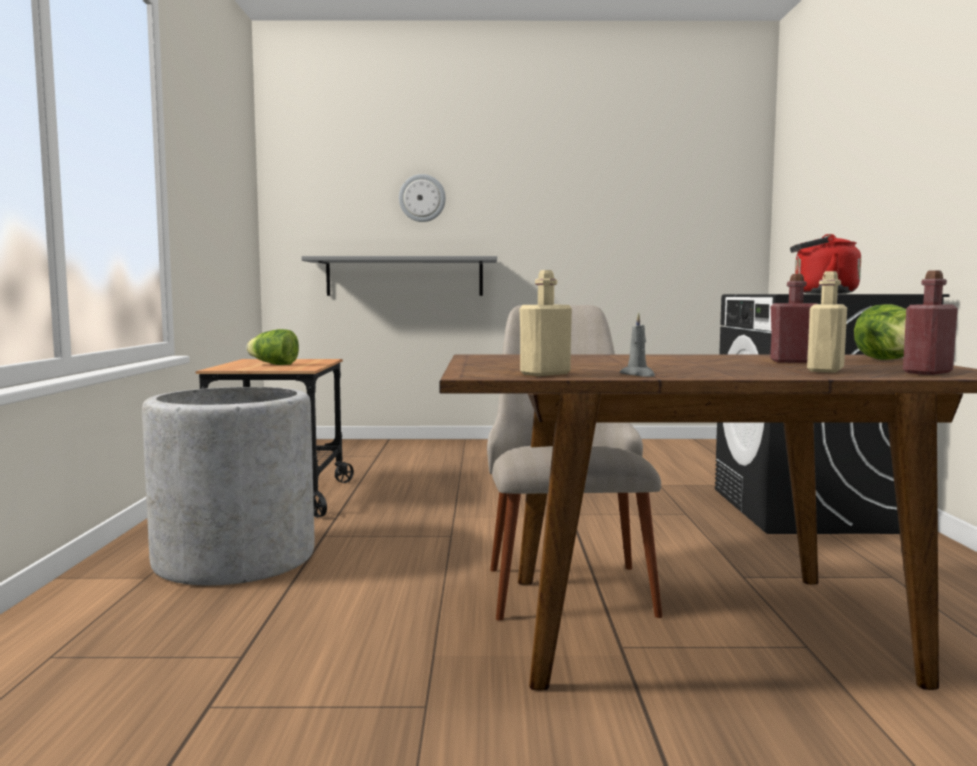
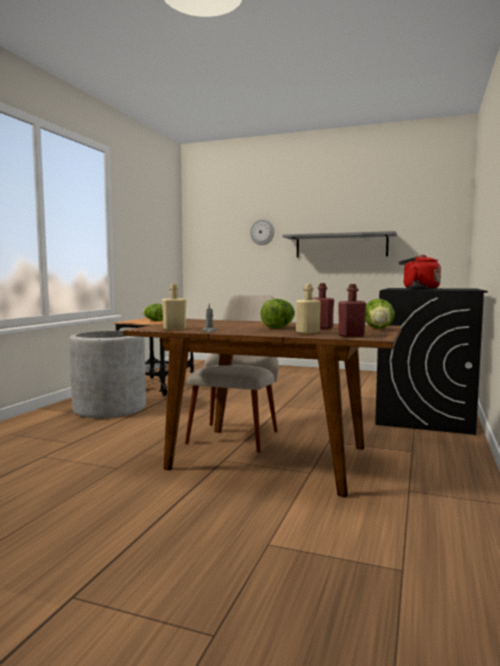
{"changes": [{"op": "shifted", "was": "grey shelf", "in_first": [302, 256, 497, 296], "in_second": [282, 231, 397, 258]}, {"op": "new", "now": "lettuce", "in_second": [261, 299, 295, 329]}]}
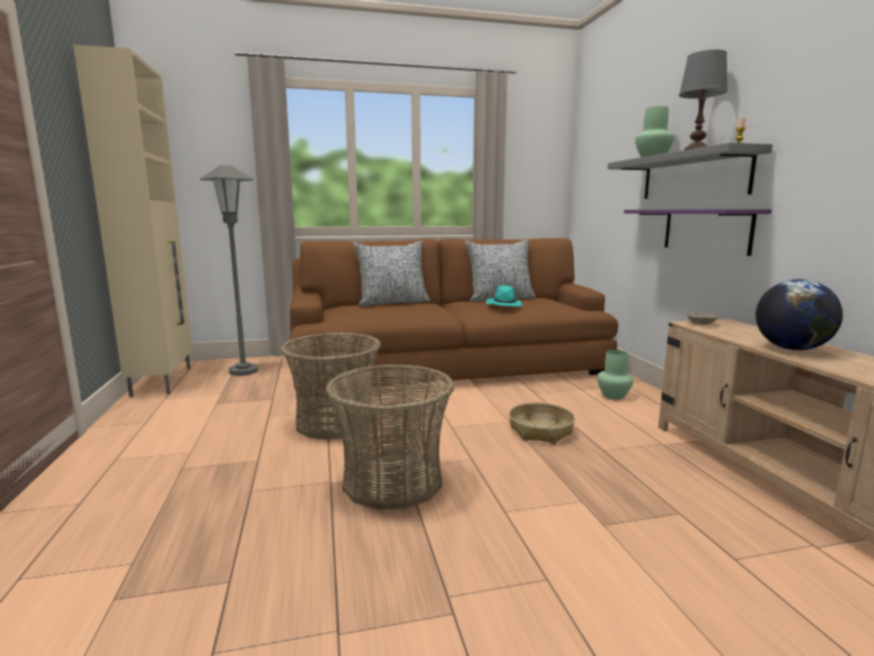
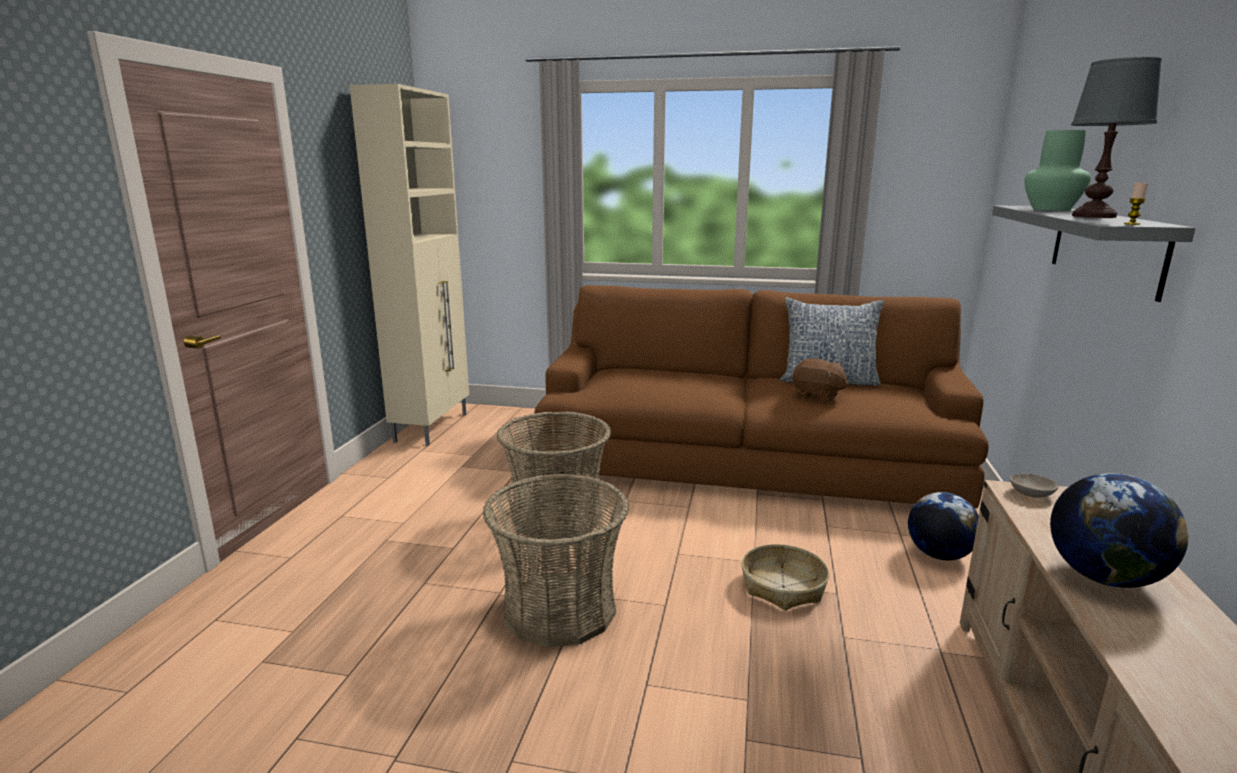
{"changes": [{"op": "gone", "was": "grey floor lamp", "in_first": [200, 165, 258, 376]}, {"op": "gone", "was": "purple shelf", "in_first": [624, 209, 772, 256]}, {"op": "gone", "was": "pillow", "in_first": [353, 241, 430, 307]}, {"op": "swapped", "was": "turquoise hat", "now": "brown plush toy", "in_first": [486, 285, 522, 306], "in_second": [792, 358, 849, 402]}, {"op": "swapped", "was": "green vase", "now": "globe", "in_first": [597, 350, 634, 400], "in_second": [908, 492, 979, 560]}]}
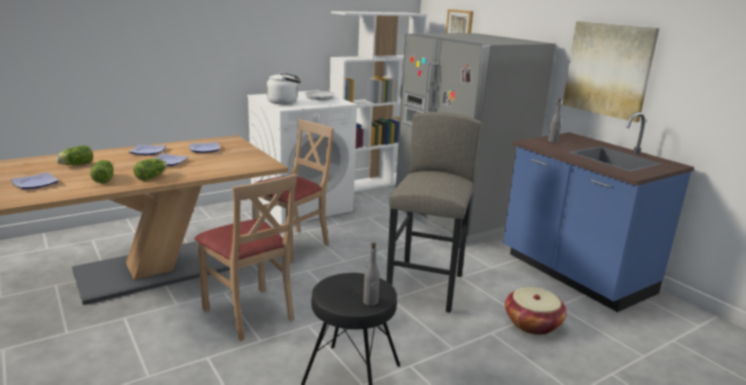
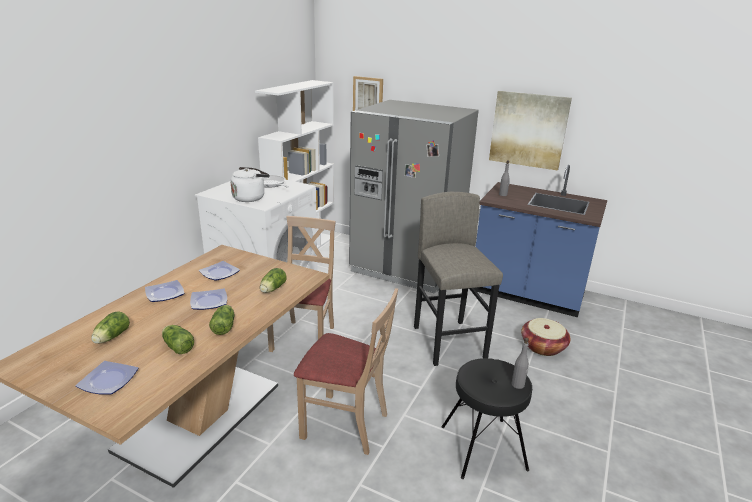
{"changes": [{"op": "new", "now": "lettuce", "in_second": [260, 268, 286, 293]}]}
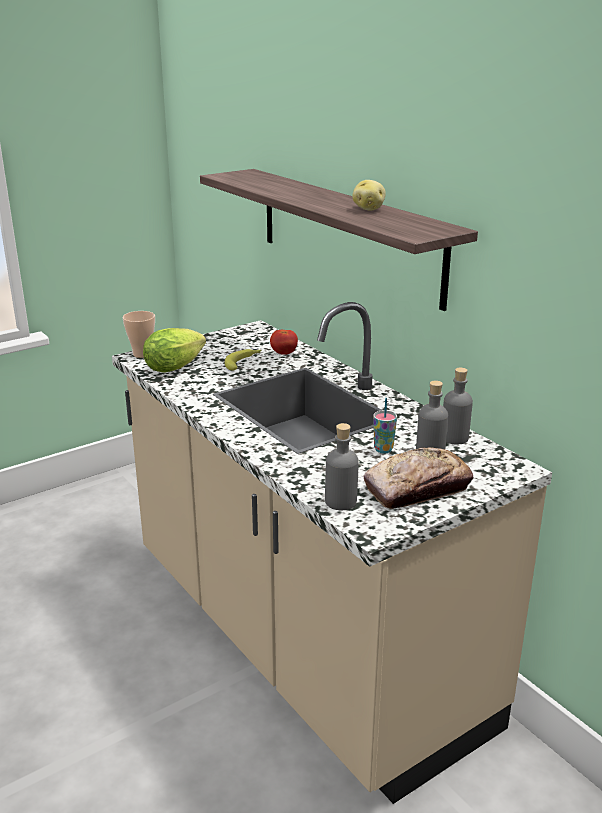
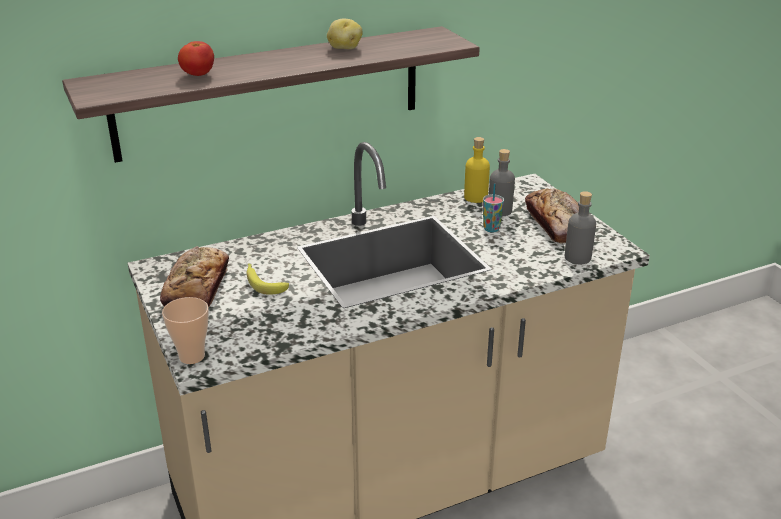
{"changes": [{"op": "gone", "was": "lettuce", "in_first": [143, 328, 206, 373]}, {"op": "shifted", "was": "tomato", "in_first": [270, 330, 298, 355], "in_second": [178, 41, 214, 76]}, {"op": "repainted", "was": "grey bottle", "now": "yellow bottle", "in_first": [443, 368, 473, 445], "in_second": [464, 137, 490, 203]}, {"op": "new", "now": "bread", "in_second": [160, 246, 229, 307]}]}
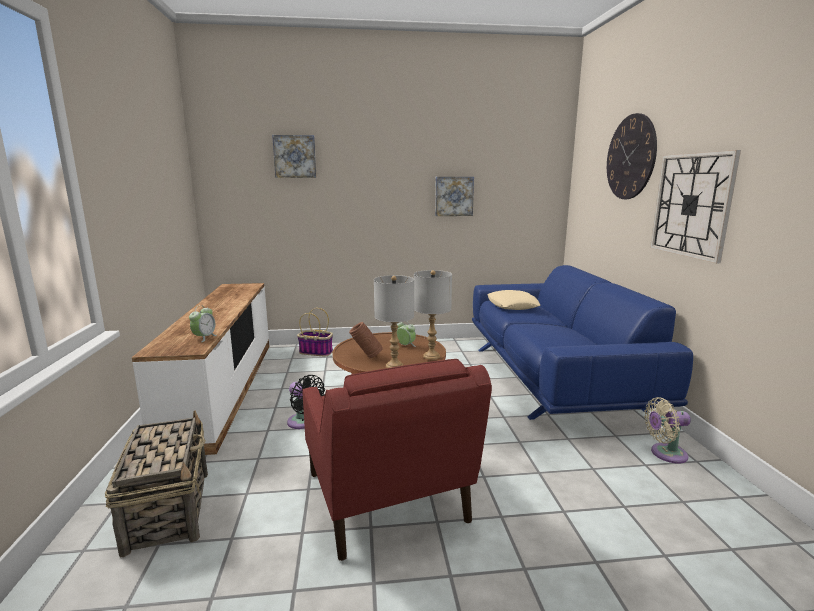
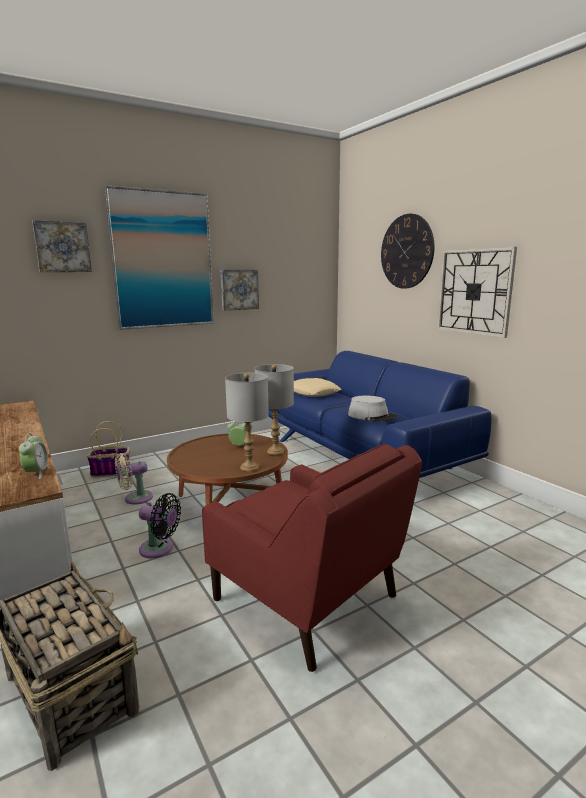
{"changes": [{"op": "gone", "was": "brown vase", "in_first": [349, 322, 383, 358]}, {"op": "shifted", "was": "beige fan", "in_first": [644, 397, 691, 463], "in_second": [115, 453, 153, 504]}, {"op": "new", "now": "picture", "in_second": [104, 185, 214, 330]}, {"op": "new", "now": "grey hat", "in_second": [348, 396, 398, 422]}]}
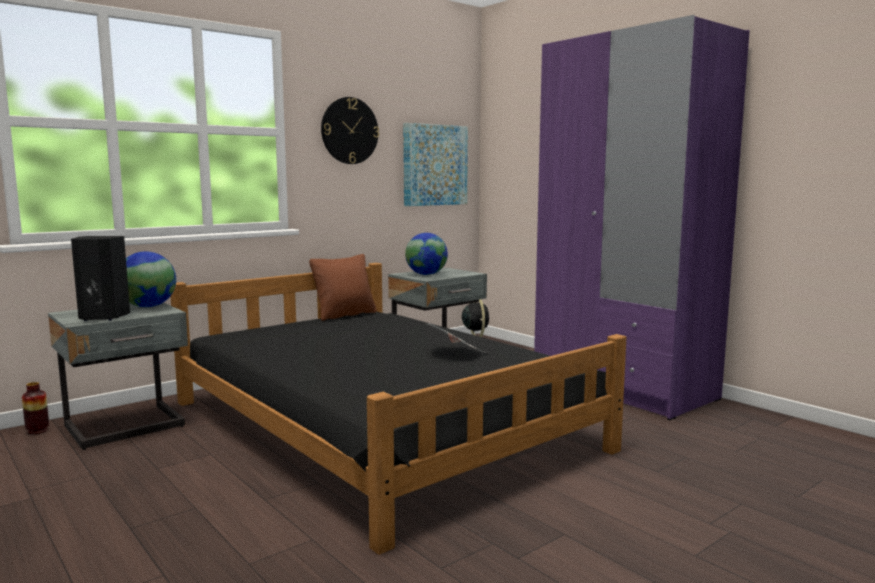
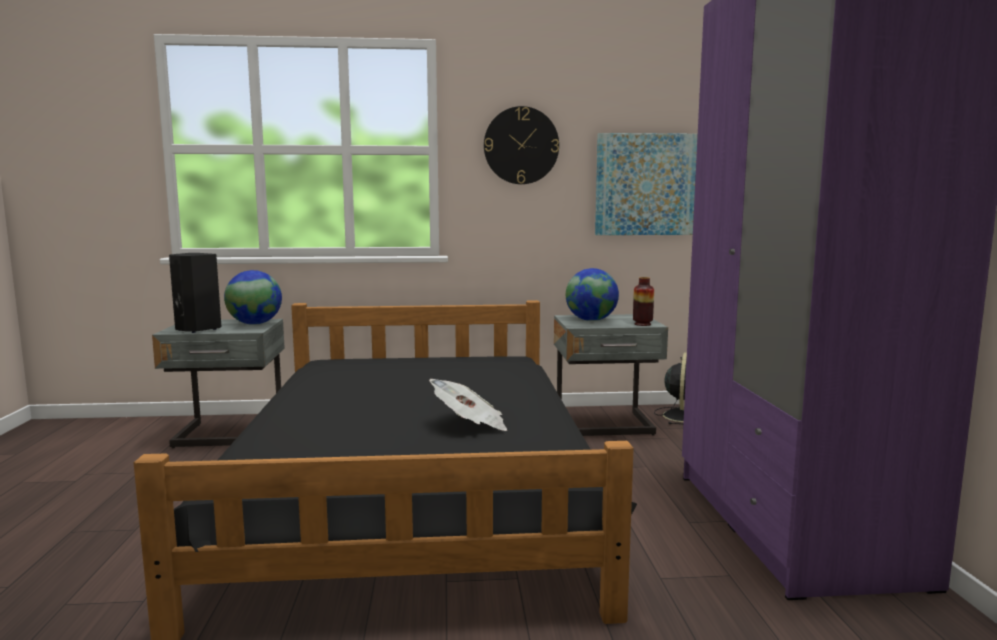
{"changes": [{"op": "gone", "was": "brown pillow", "in_first": [309, 254, 377, 321]}, {"op": "shifted", "was": "vase", "in_first": [22, 382, 49, 434], "in_second": [633, 277, 654, 326]}]}
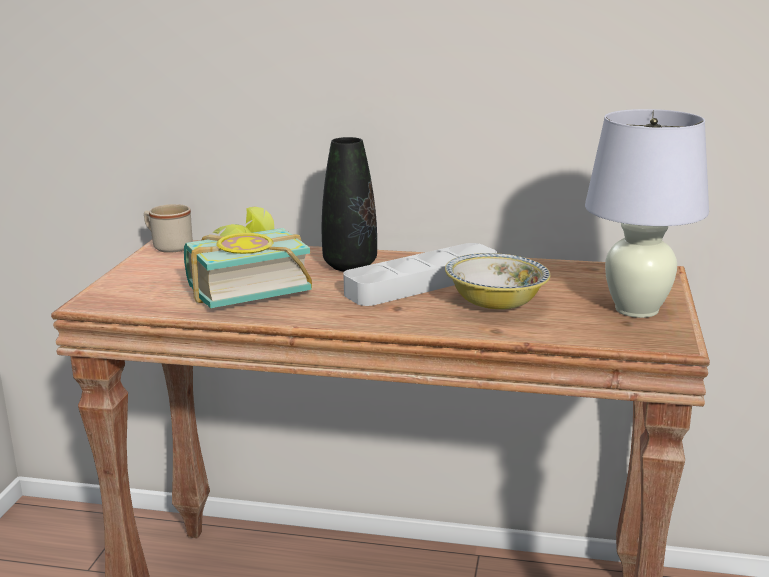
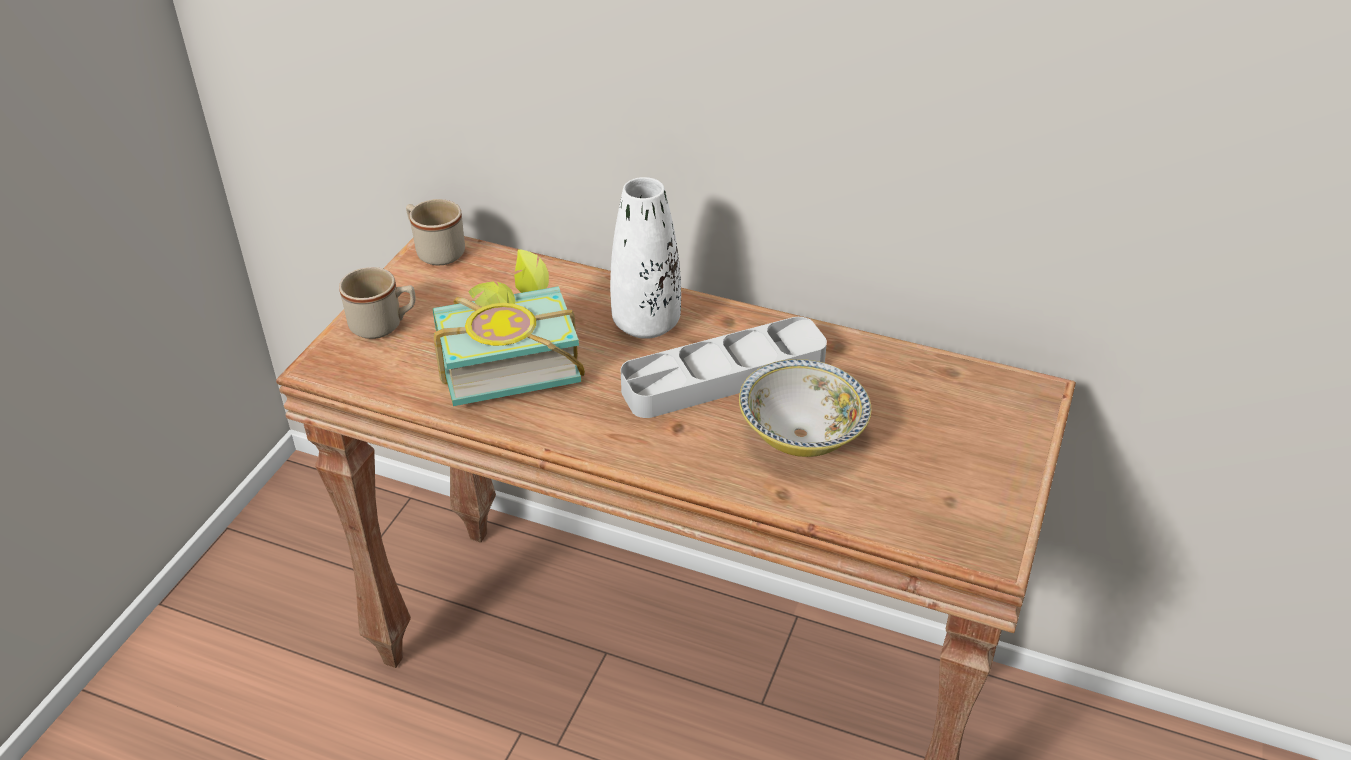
{"changes": [{"op": "gone", "was": "white table lamp", "in_first": [585, 109, 709, 318]}, {"op": "repainted", "was": "black vase", "now": "white vase", "in_first": [322, 137, 377, 271], "in_second": [610, 177, 681, 339]}, {"op": "new", "now": "beige mug", "in_second": [339, 267, 416, 339]}]}
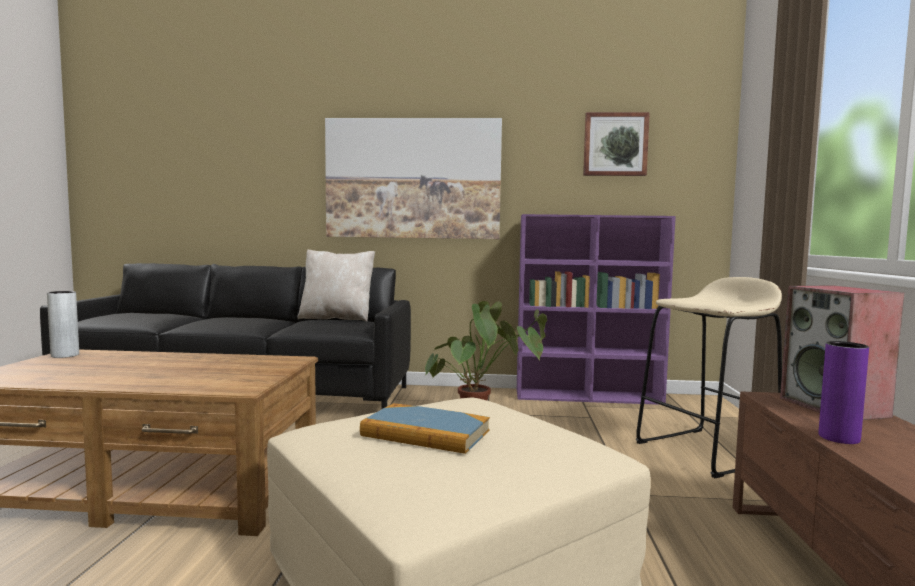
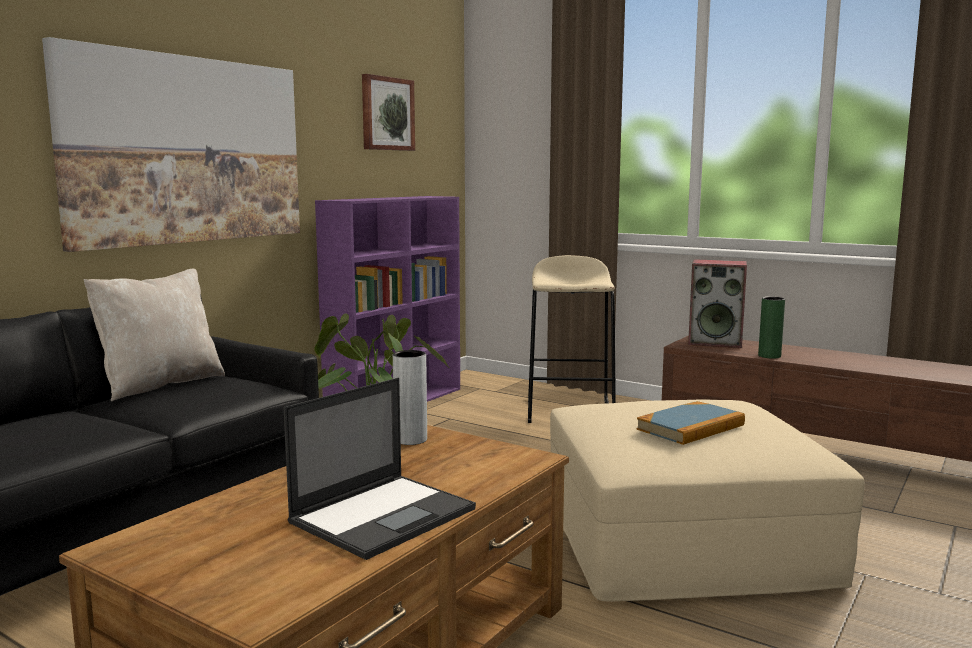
{"changes": [{"op": "shifted", "was": "grey vase", "in_first": [47, 291, 79, 358], "in_second": [393, 350, 427, 445]}, {"op": "repainted", "was": "purple vase", "now": "green vase", "in_first": [819, 341, 869, 444], "in_second": [758, 297, 785, 359]}, {"op": "new", "now": "laptop", "in_second": [283, 378, 476, 560]}]}
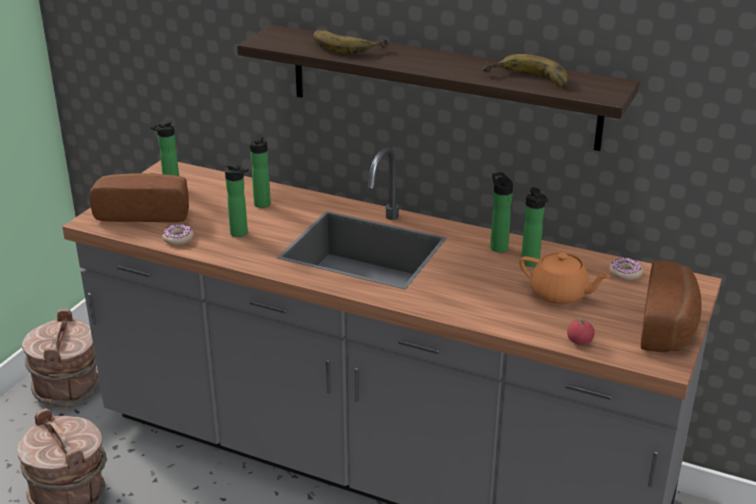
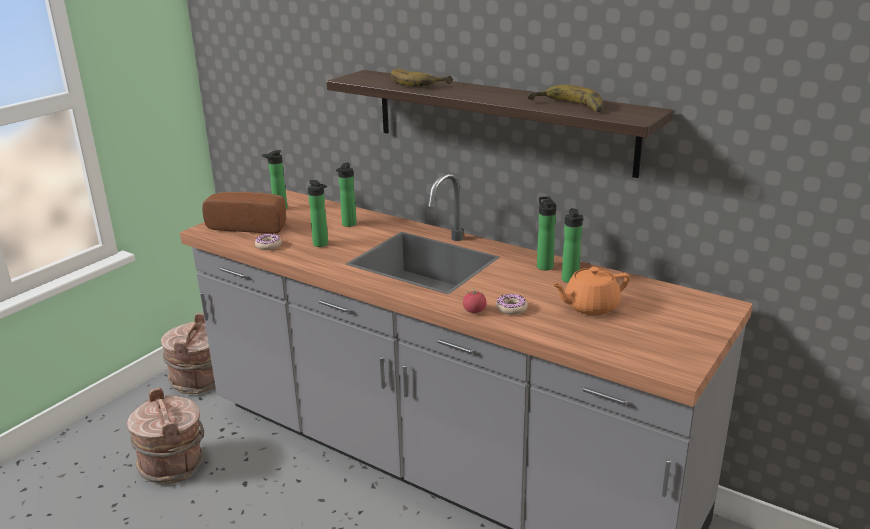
{"changes": [{"op": "rotated", "was": "orange teapot", "in_first": [519, 252, 611, 305], "in_second": [552, 267, 630, 315], "clockwise": 120}, {"op": "shifted", "was": "donut", "in_first": [610, 258, 643, 280], "in_second": [496, 294, 528, 315]}, {"op": "gone", "was": "bread", "in_first": [640, 260, 701, 352]}, {"op": "shifted", "was": "tomato", "in_first": [567, 316, 595, 345], "in_second": [463, 288, 487, 313]}]}
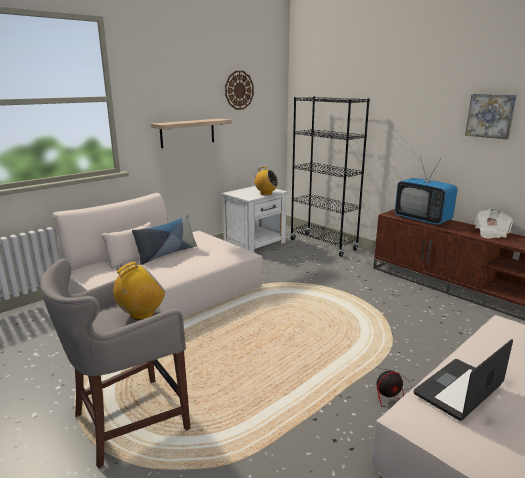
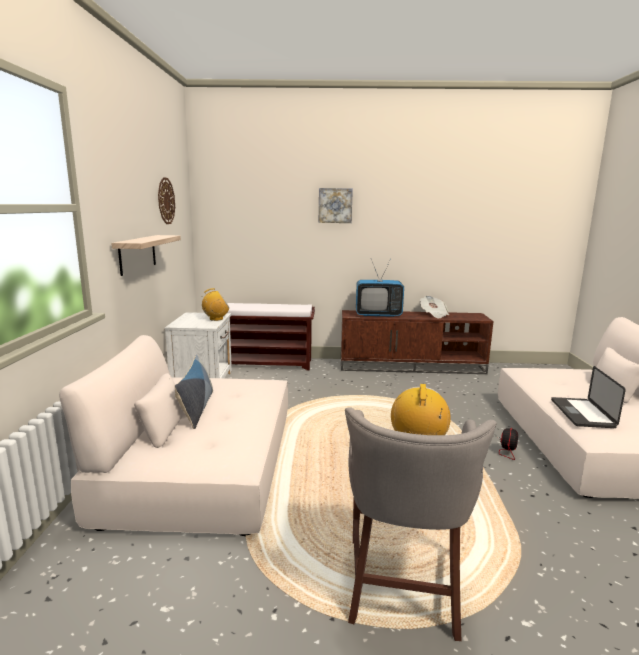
{"changes": [{"op": "shifted", "was": "picture", "in_first": [465, 94, 517, 139], "in_second": [319, 188, 353, 223]}, {"op": "swapped", "was": "black bookcase", "now": "brown bench", "in_first": [290, 96, 370, 257], "in_second": [227, 303, 315, 370]}]}
